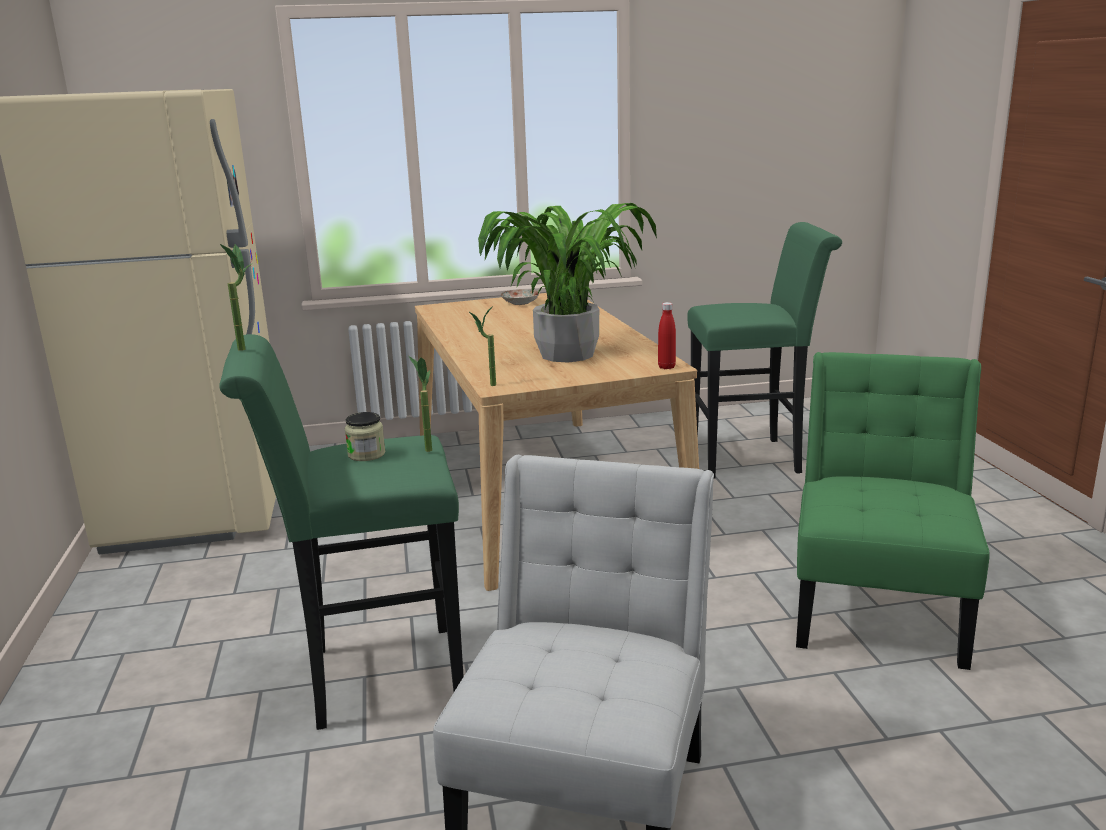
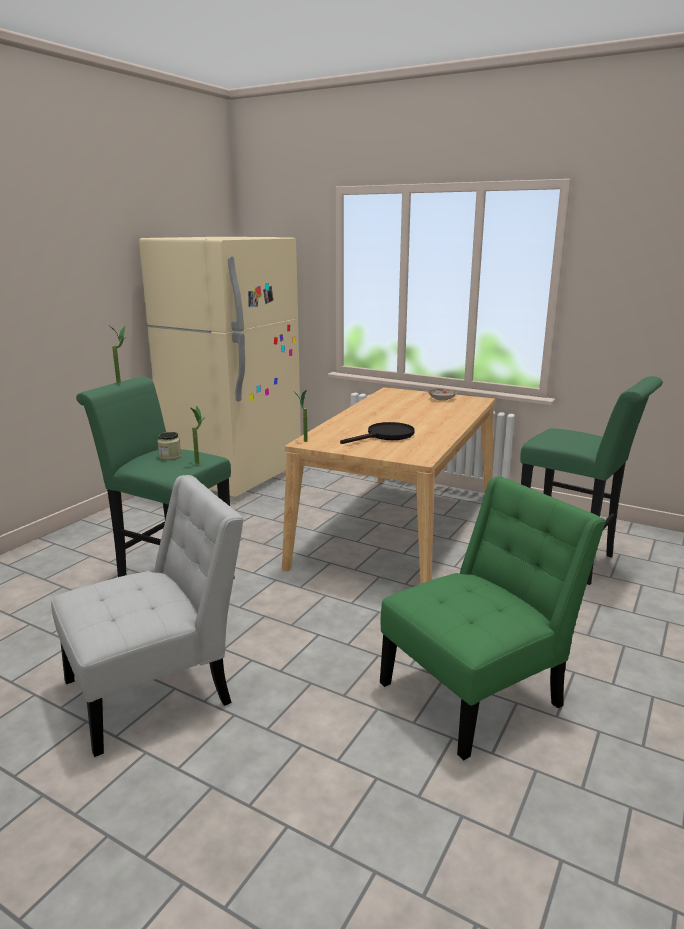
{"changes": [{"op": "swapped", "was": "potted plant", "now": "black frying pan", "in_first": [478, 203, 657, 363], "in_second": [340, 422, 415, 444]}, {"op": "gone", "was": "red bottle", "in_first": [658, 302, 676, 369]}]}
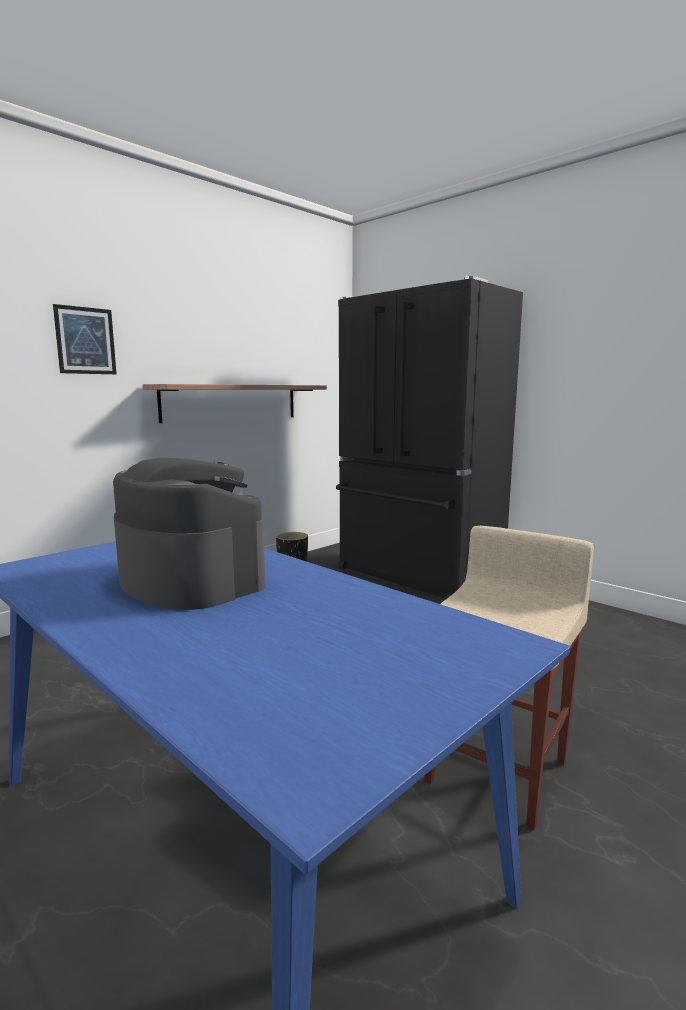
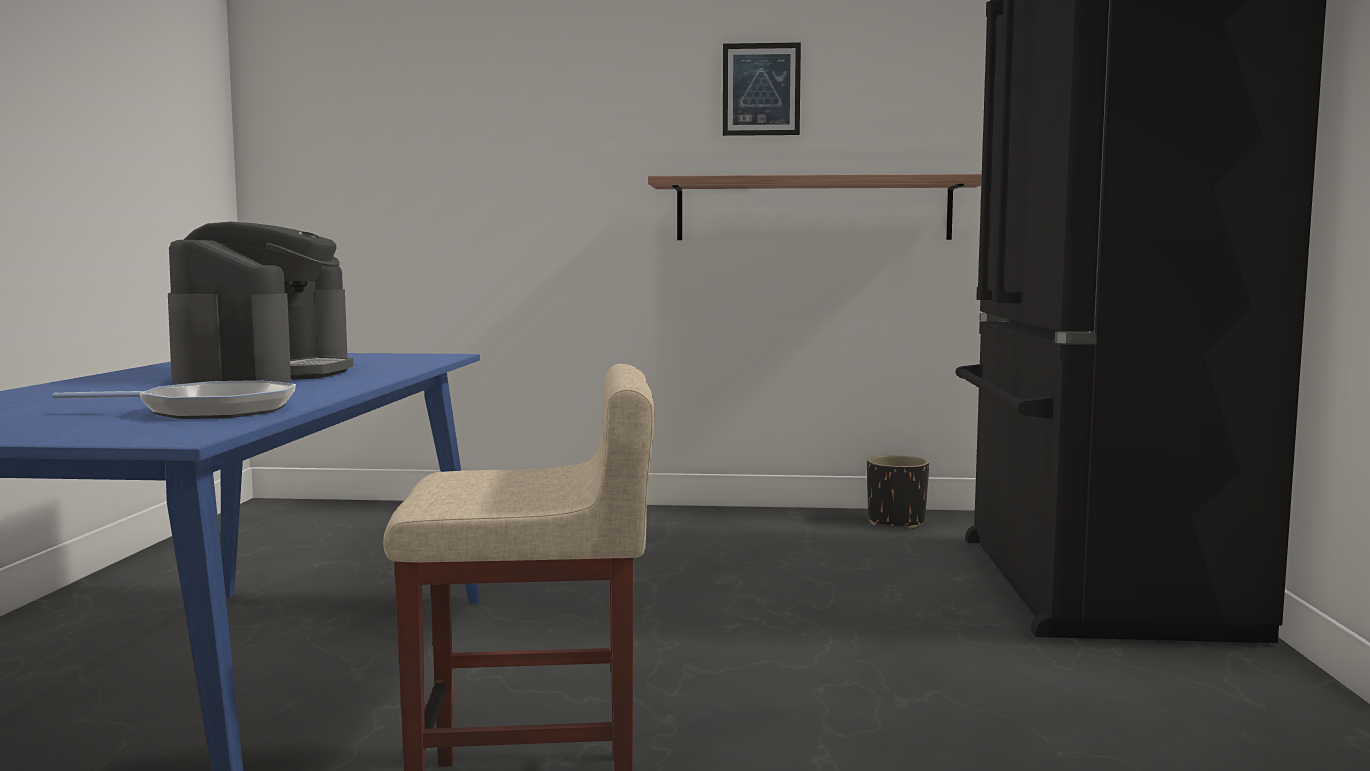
{"changes": [{"op": "shifted", "was": "picture", "in_first": [53, 304, 117, 374], "in_second": [723, 42, 801, 136]}, {"op": "new", "now": "frying pan", "in_second": [52, 380, 296, 419]}]}
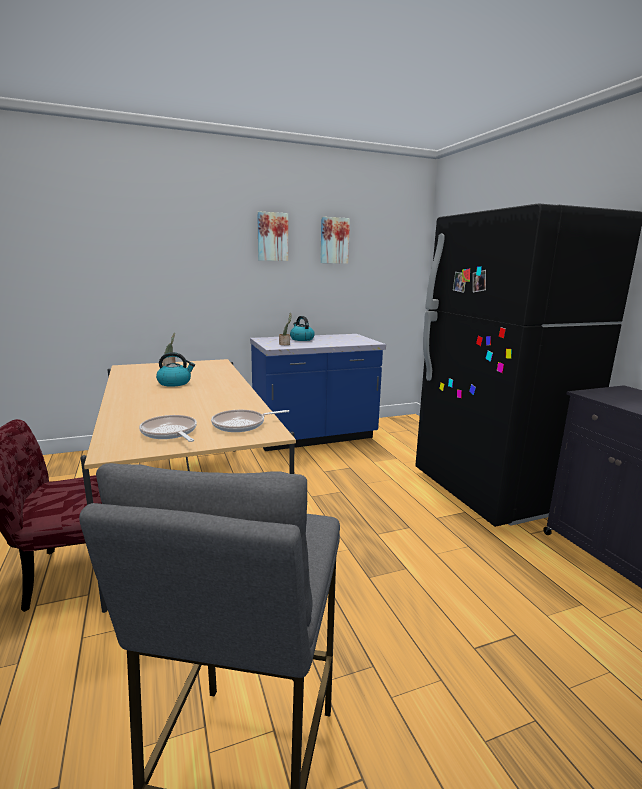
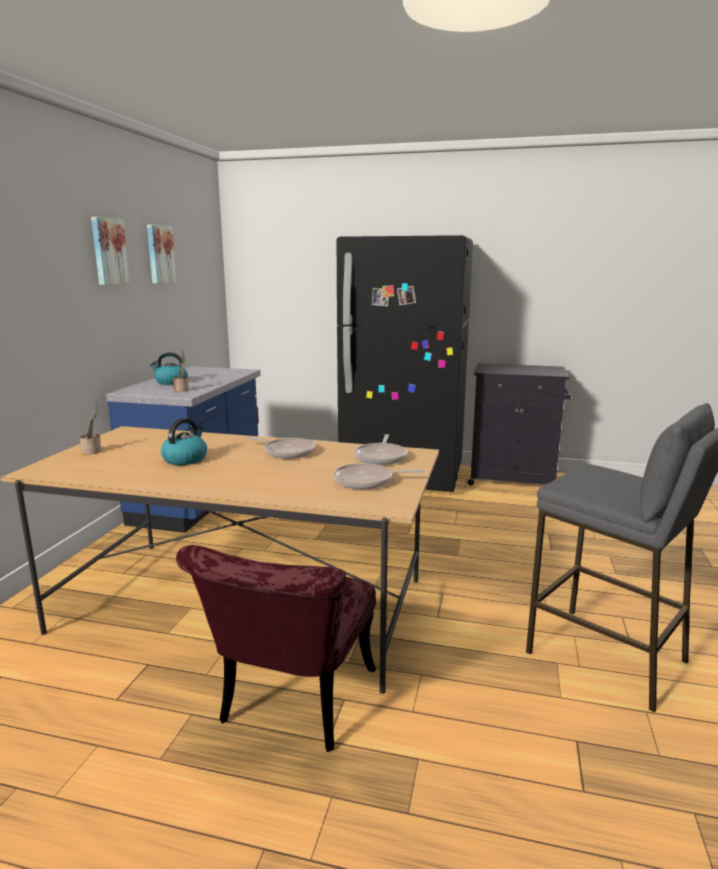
{"changes": [{"op": "new", "now": "frying pan", "in_second": [246, 437, 316, 459]}]}
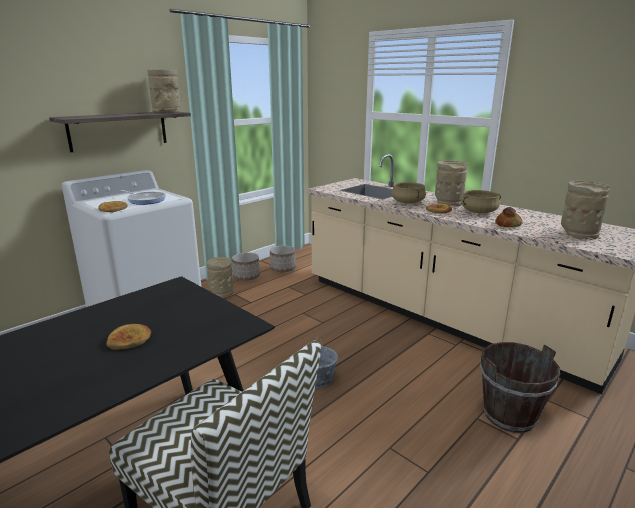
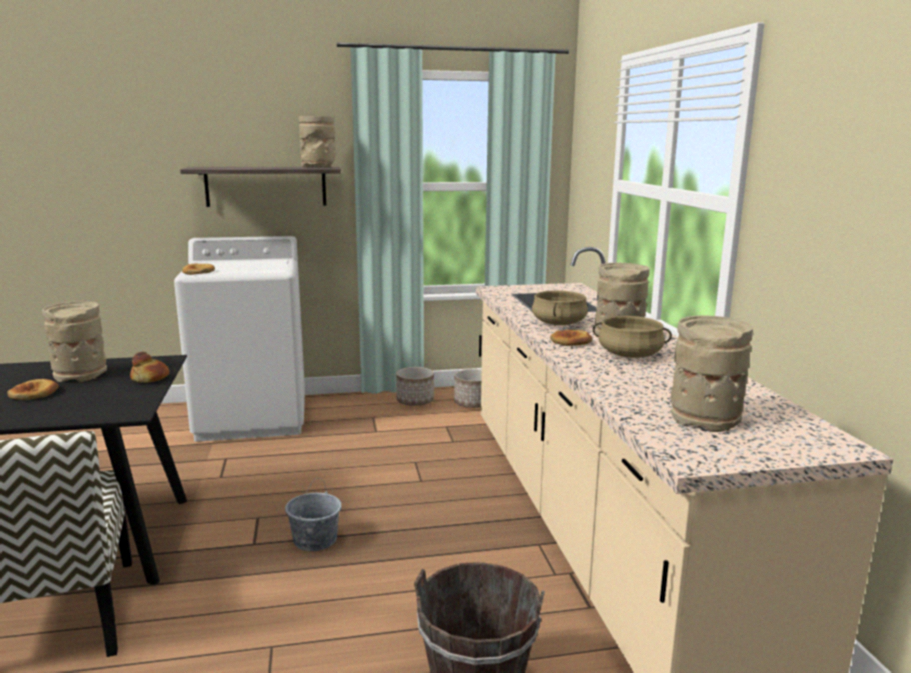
{"changes": [{"op": "gone", "was": "frying pan", "in_first": [121, 190, 166, 205]}, {"op": "shifted", "was": "bread", "in_first": [495, 207, 522, 227], "in_second": [130, 352, 169, 383]}, {"op": "shifted", "was": "beige vase", "in_first": [207, 257, 234, 298], "in_second": [42, 301, 107, 382]}]}
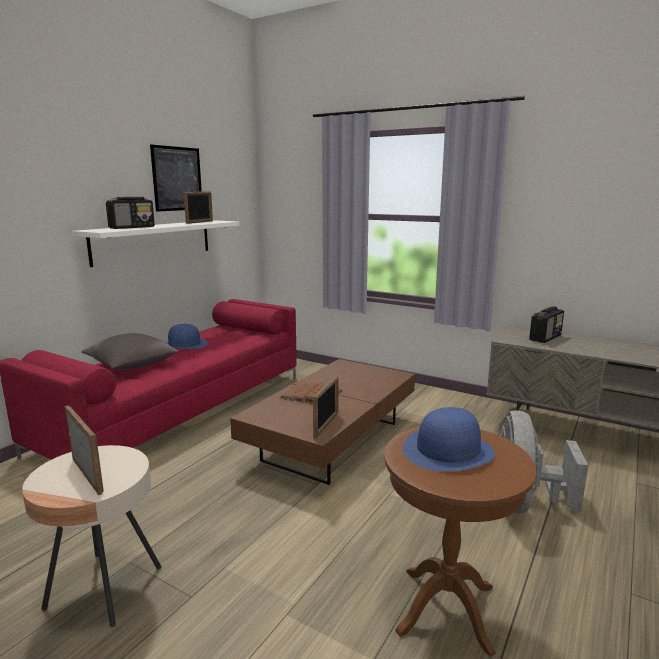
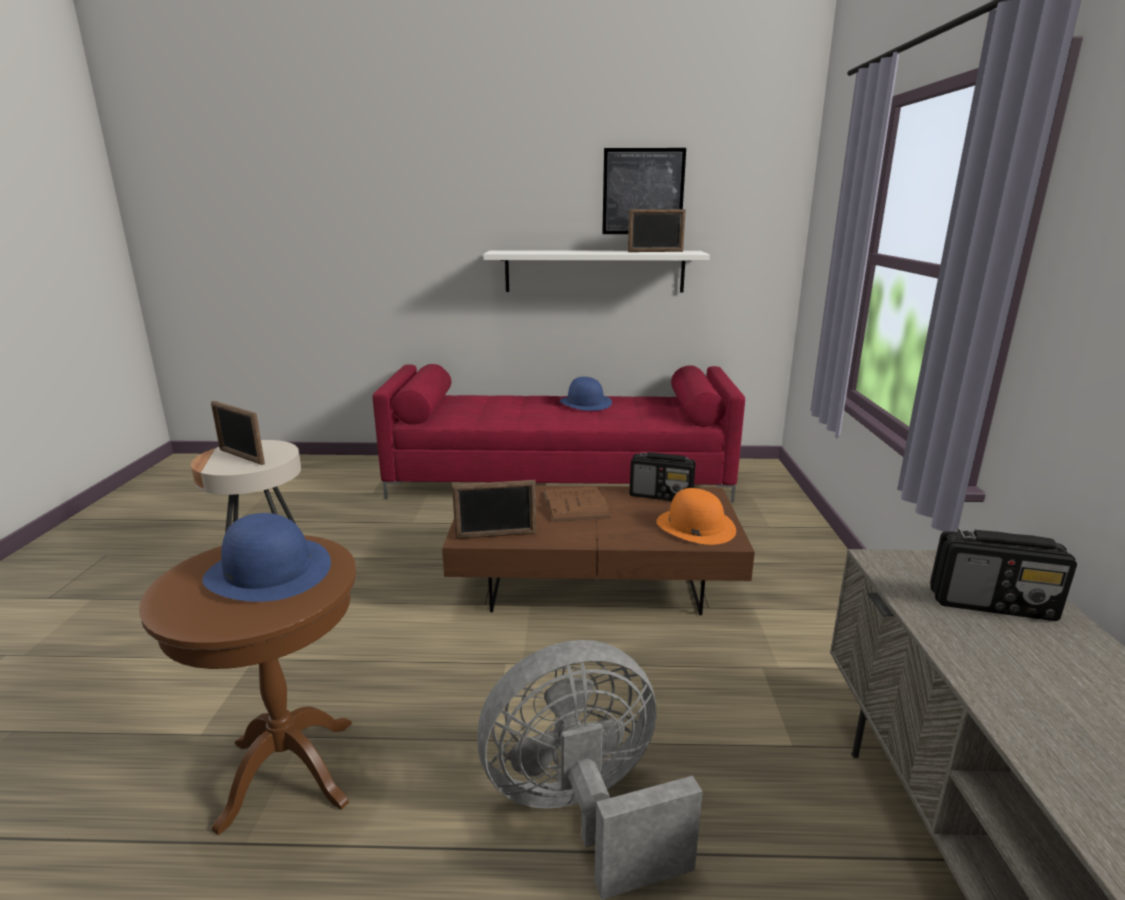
{"changes": [{"op": "shifted", "was": "radio", "in_first": [106, 197, 155, 229], "in_second": [630, 452, 696, 501]}, {"op": "gone", "was": "grey pillow", "in_first": [81, 333, 179, 370]}, {"op": "rotated", "was": "picture frame", "in_first": [65, 405, 104, 495], "in_second": [211, 401, 265, 465], "clockwise": 105}, {"op": "new", "now": "orange hat", "in_second": [656, 488, 736, 545]}]}
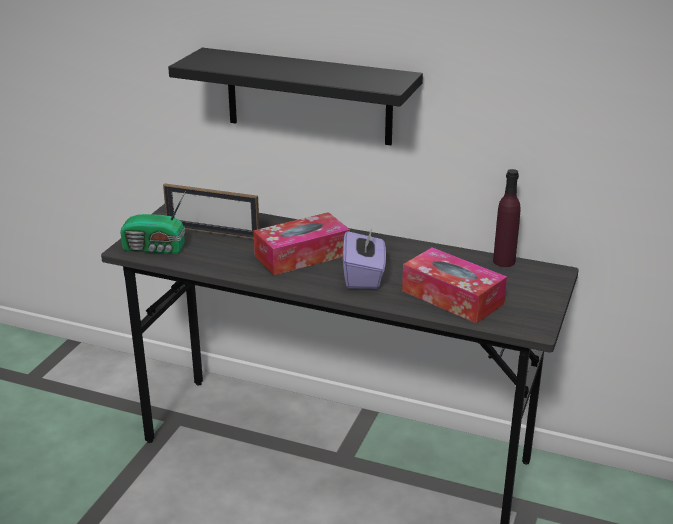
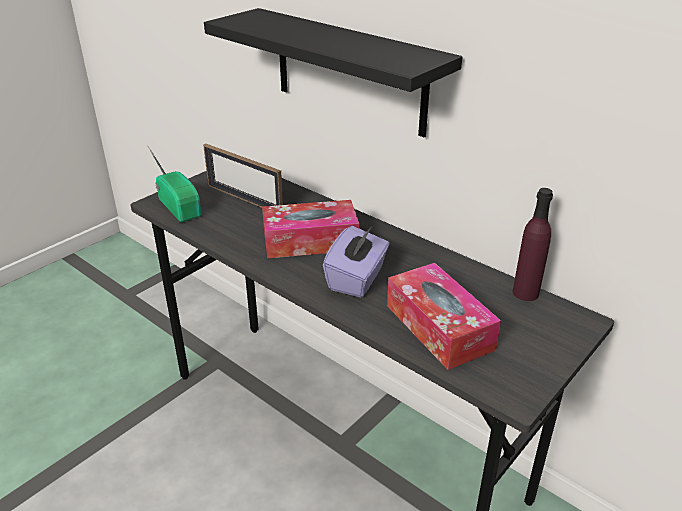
{"changes": [{"op": "rotated", "was": "radio", "in_first": [120, 191, 186, 254], "in_second": [147, 145, 201, 222], "clockwise": -150}]}
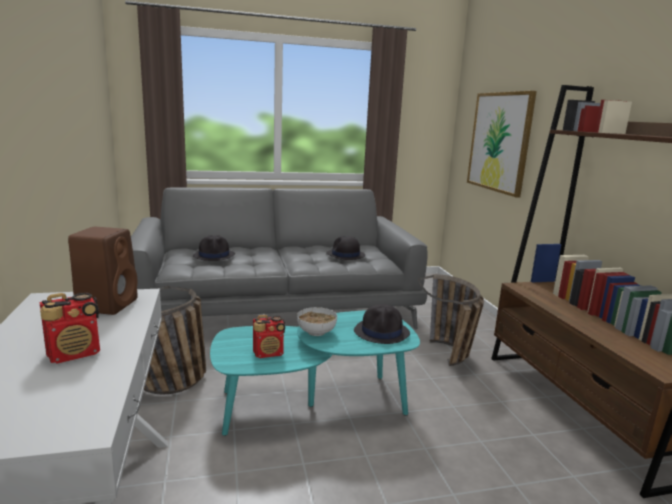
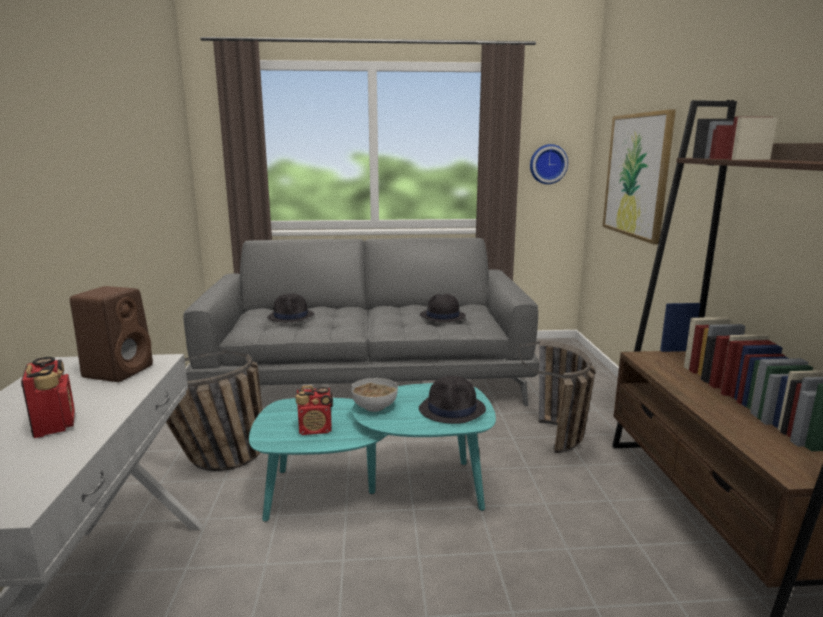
{"changes": [{"op": "rotated", "was": "radio", "in_first": [40, 293, 100, 364], "in_second": [21, 357, 75, 438], "clockwise": -90}, {"op": "new", "now": "wall clock", "in_second": [530, 144, 568, 184]}]}
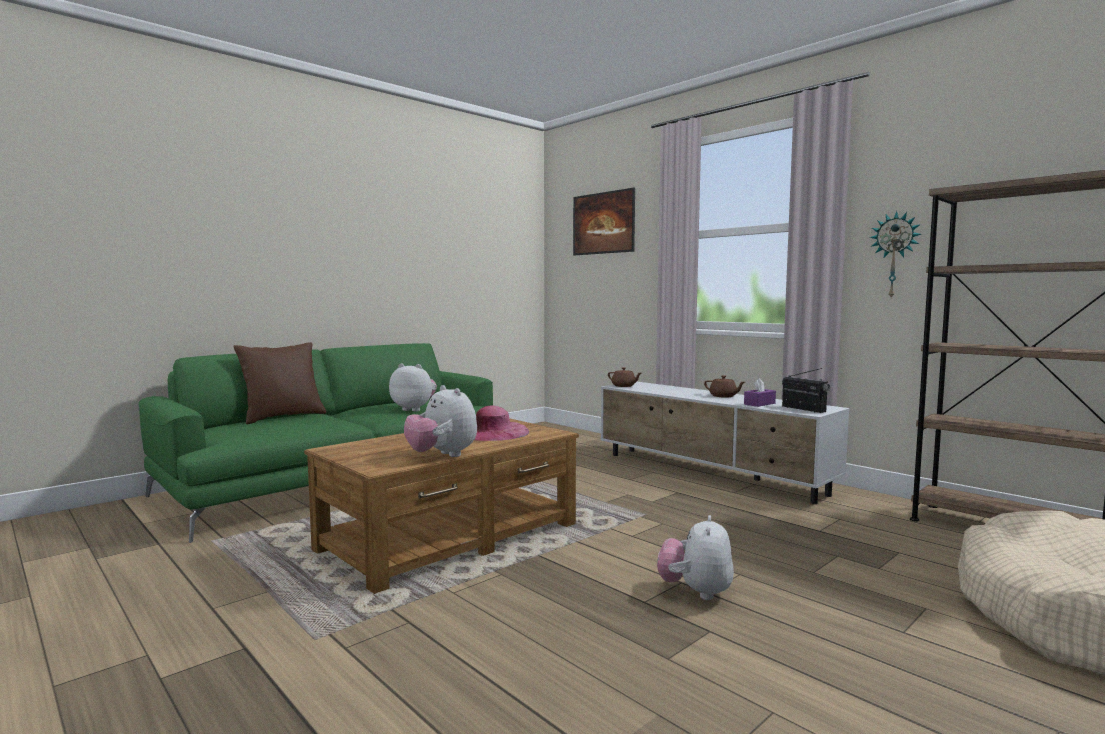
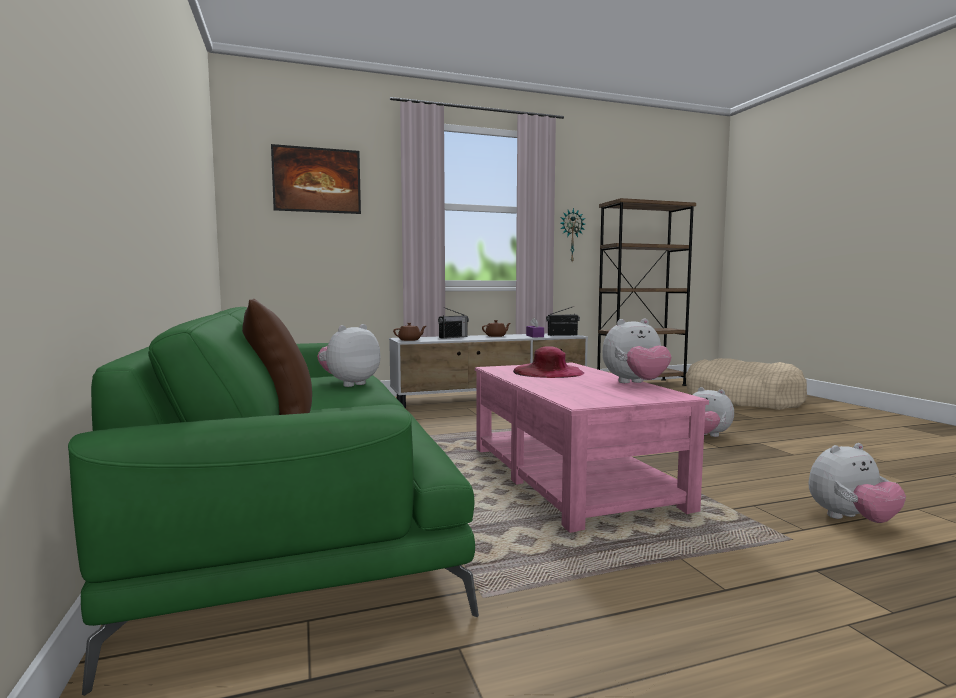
{"changes": [{"op": "repainted", "was": "brown coffee table", "now": "pink coffee table", "in_first": [304, 418, 579, 594], "in_second": [475, 362, 709, 533]}, {"op": "new", "now": "radio", "in_second": [438, 307, 469, 339]}, {"op": "new", "now": "plush toy", "in_second": [808, 443, 906, 523]}]}
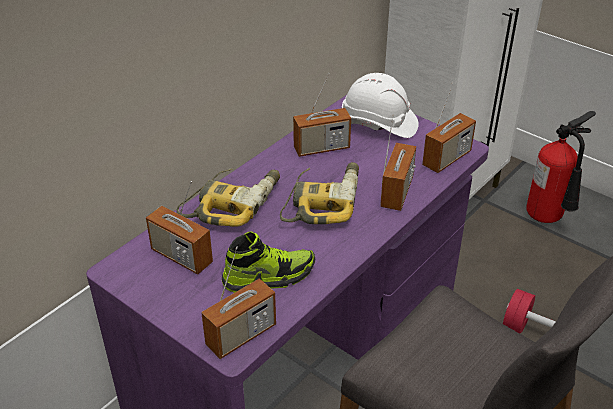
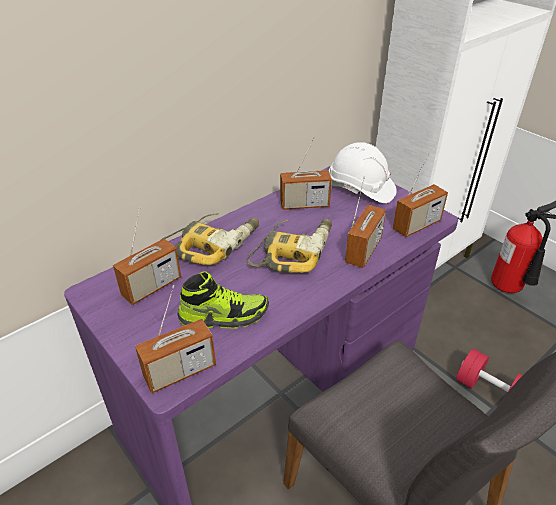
{"changes": [{"op": "rotated", "was": "radio", "in_first": [146, 181, 213, 274], "in_second": [113, 208, 181, 305], "clockwise": -90}]}
